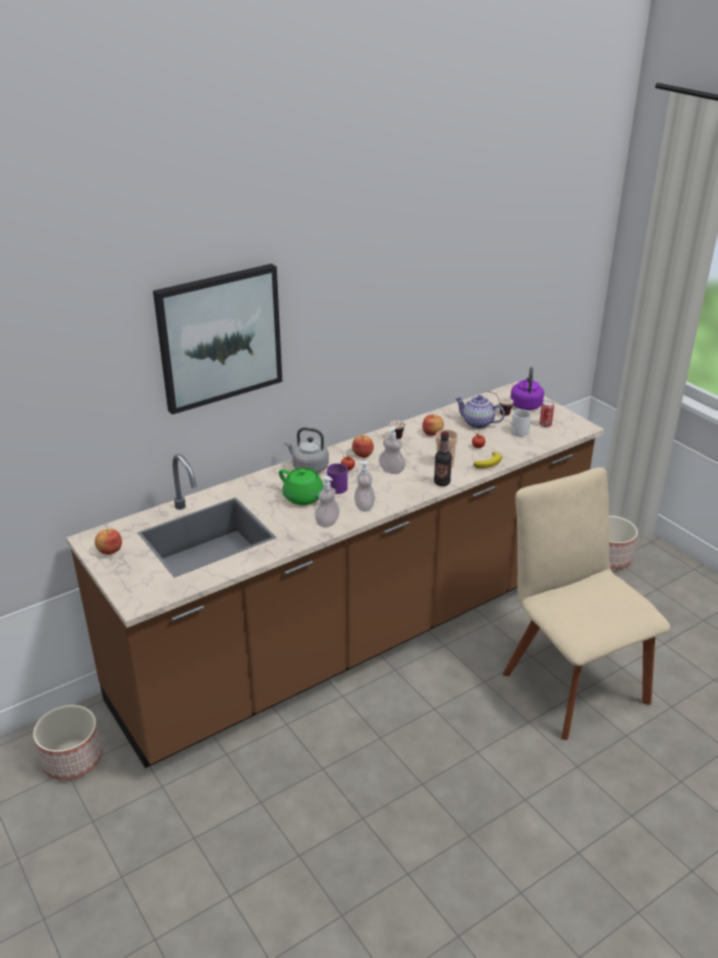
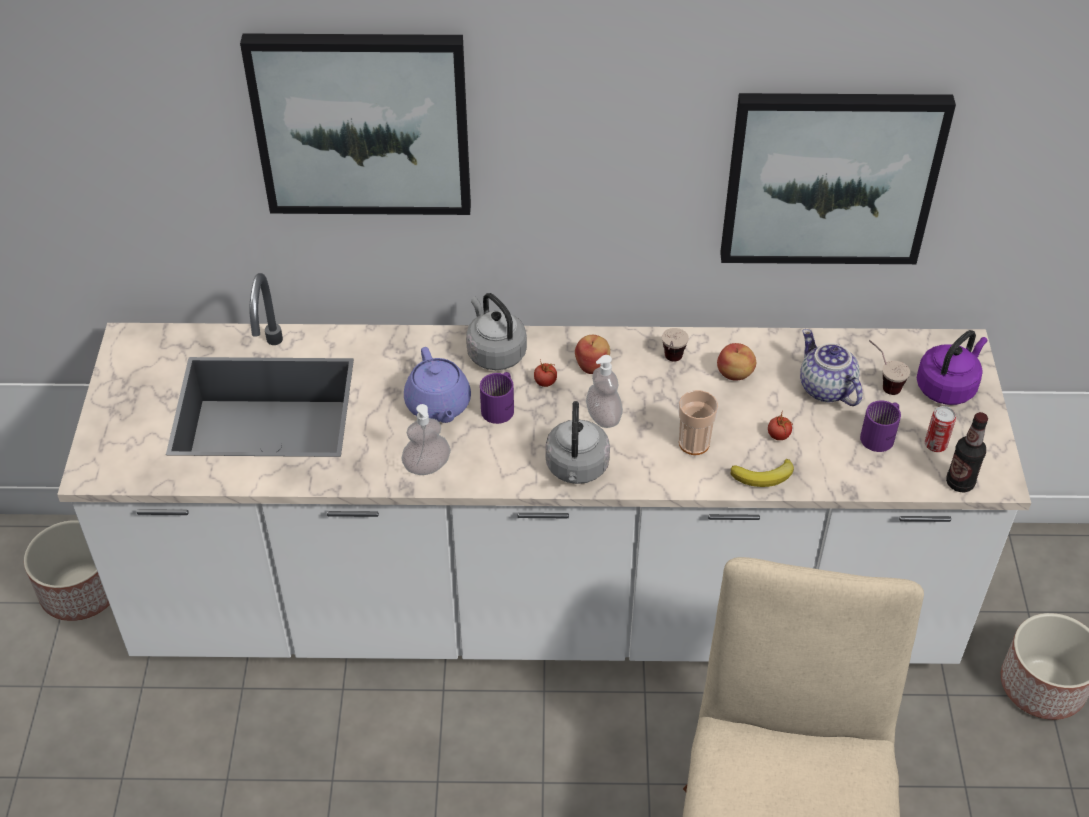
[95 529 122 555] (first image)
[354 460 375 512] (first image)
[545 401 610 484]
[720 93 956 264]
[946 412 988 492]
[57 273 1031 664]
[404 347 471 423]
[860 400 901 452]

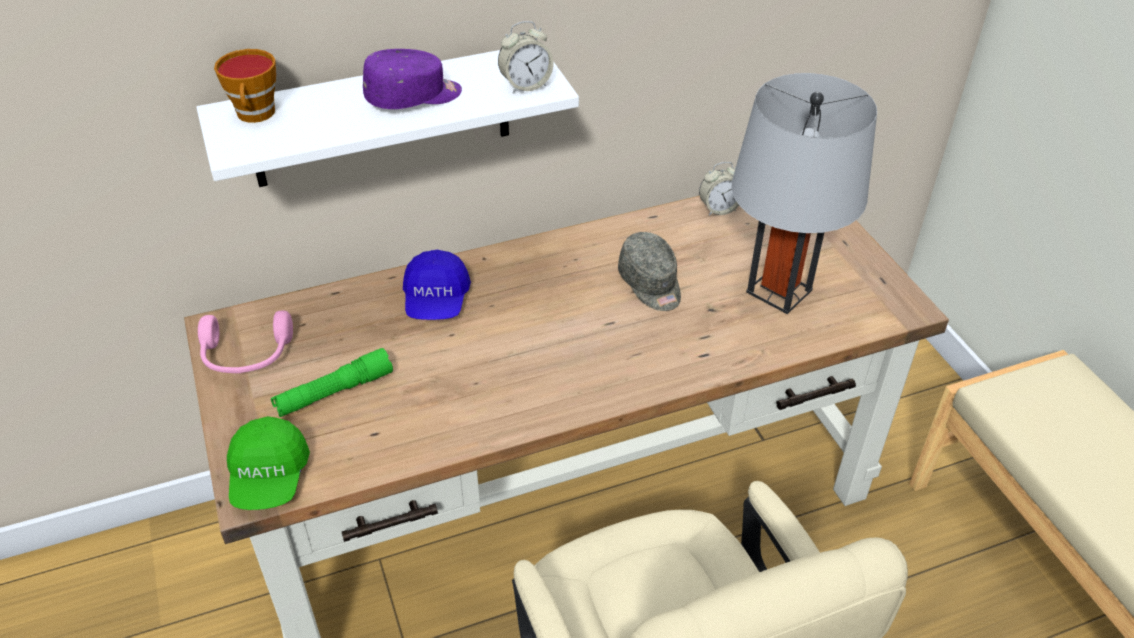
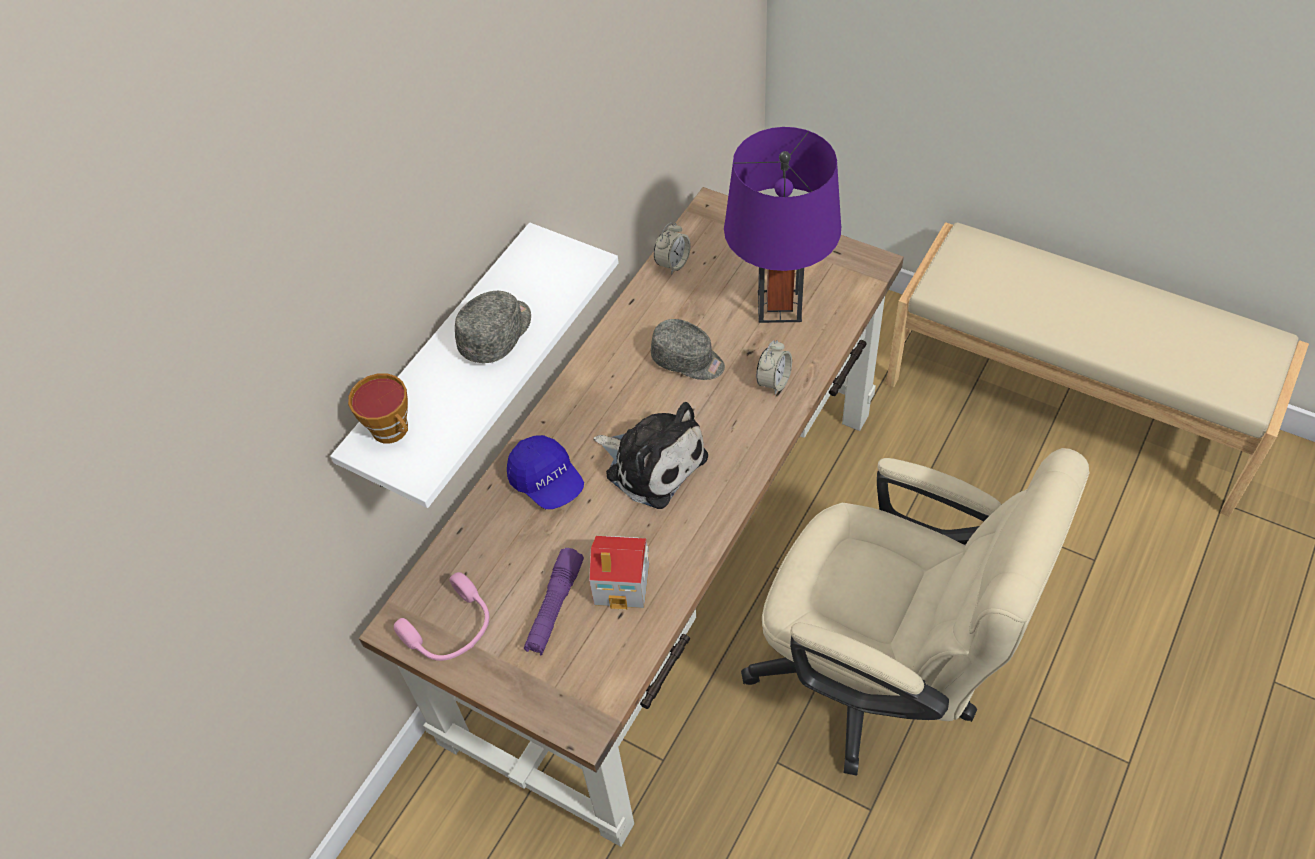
[227 416 310 510] (first image)
[589 536 649 610]
[593 402 708 509]
[756 340 792 394]
[524 548 584 655]
[455 291 531 363]
[724 127 841 323]

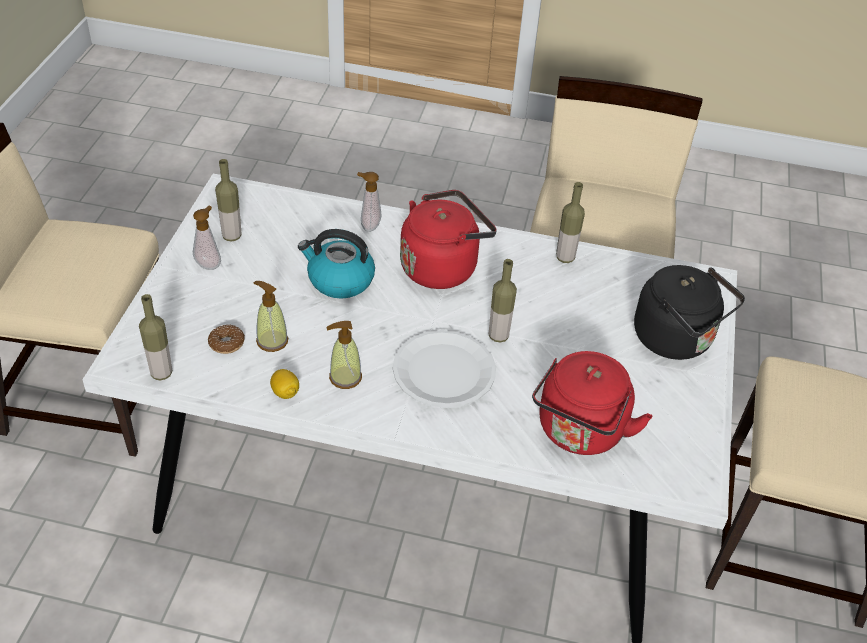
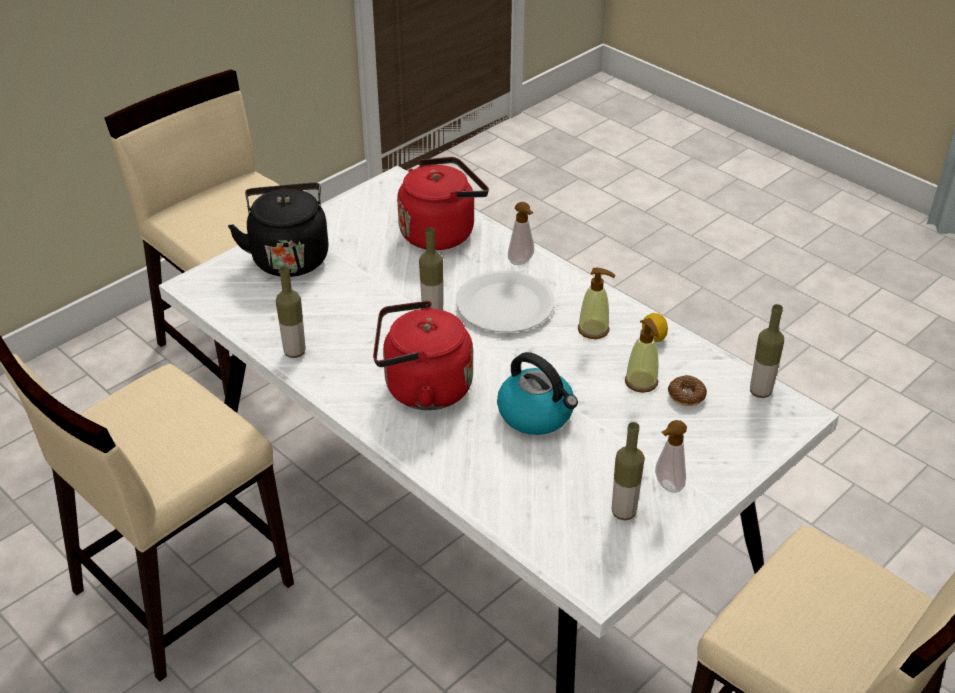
[508 202 534 265]

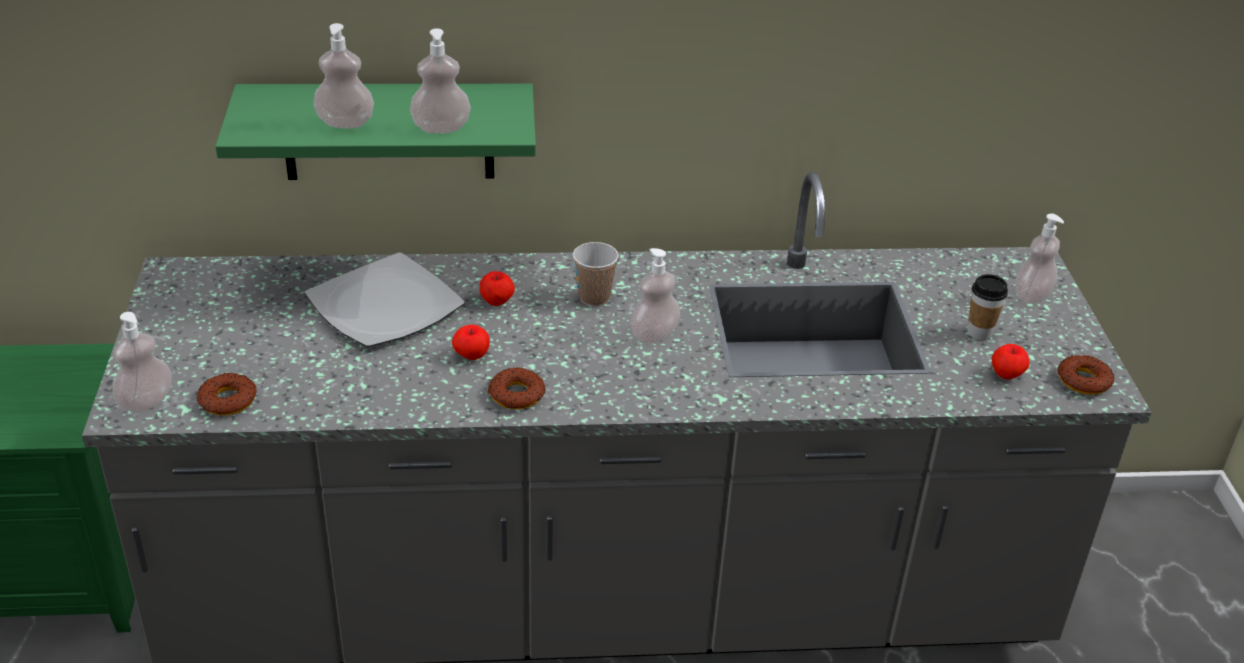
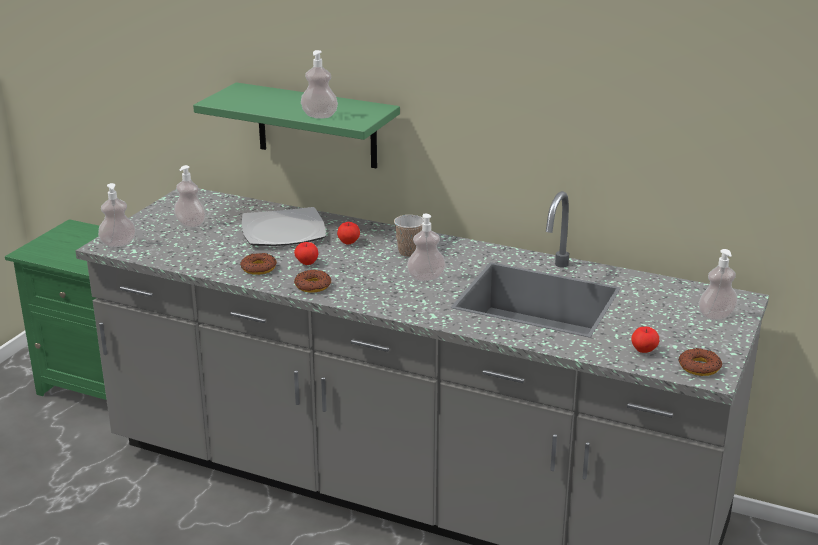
[967 274 1008 340] (first image)
[240 253 277 275]
[174 165 205 227]

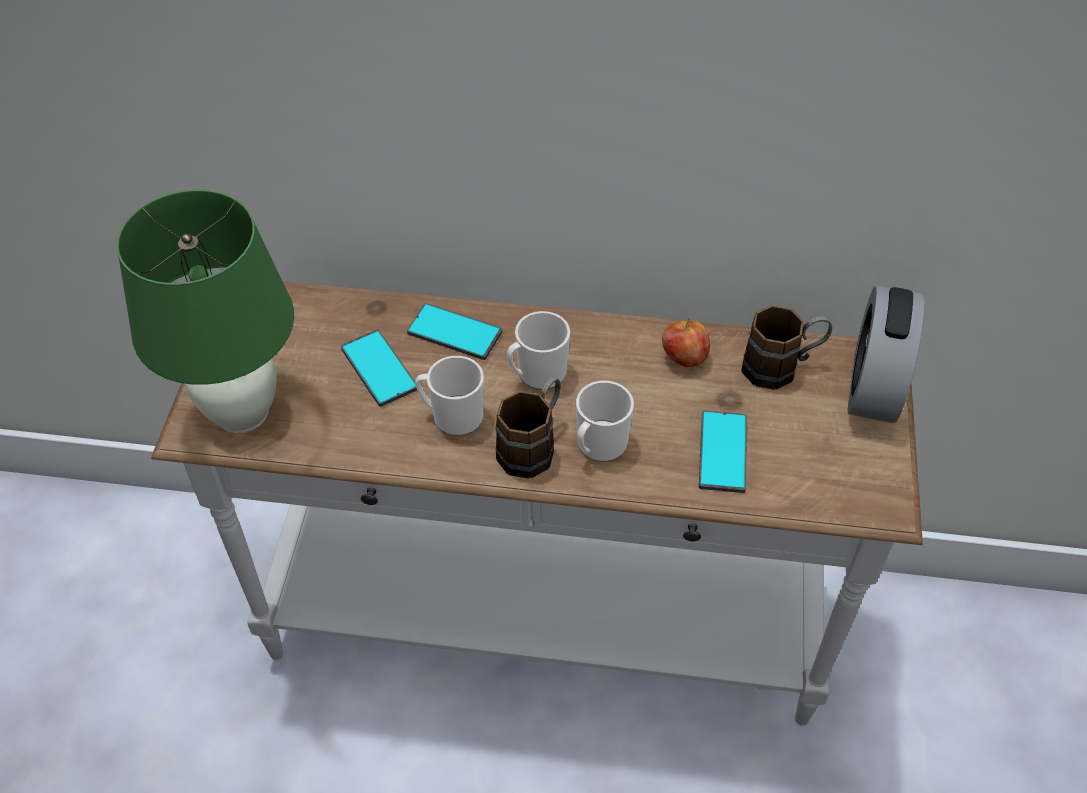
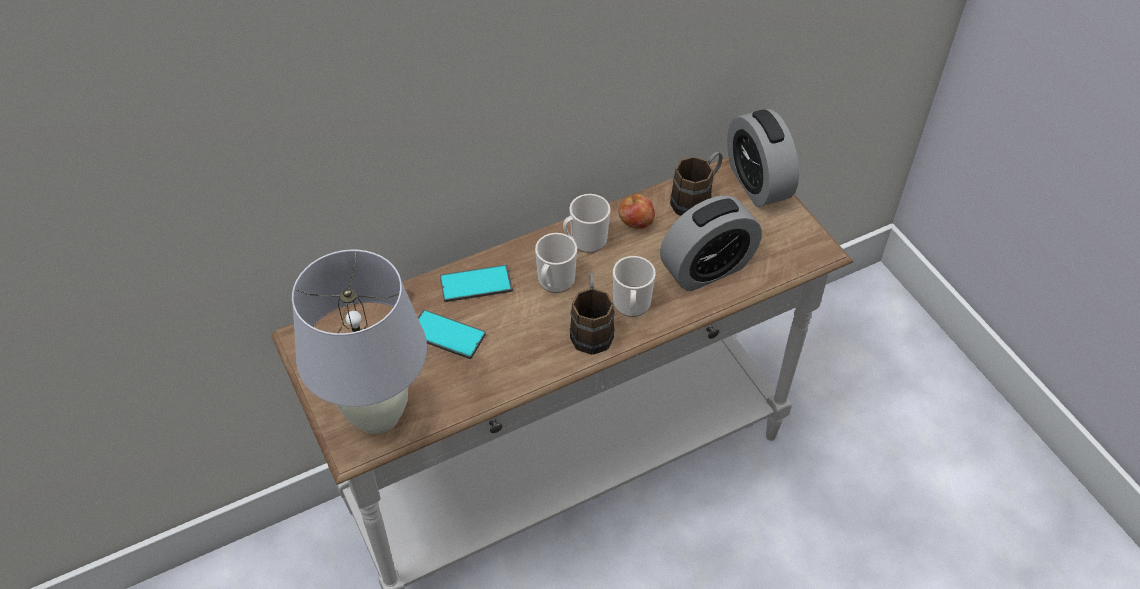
[563 194 610 253]
[660 195 762 291]
[292 250 427 434]

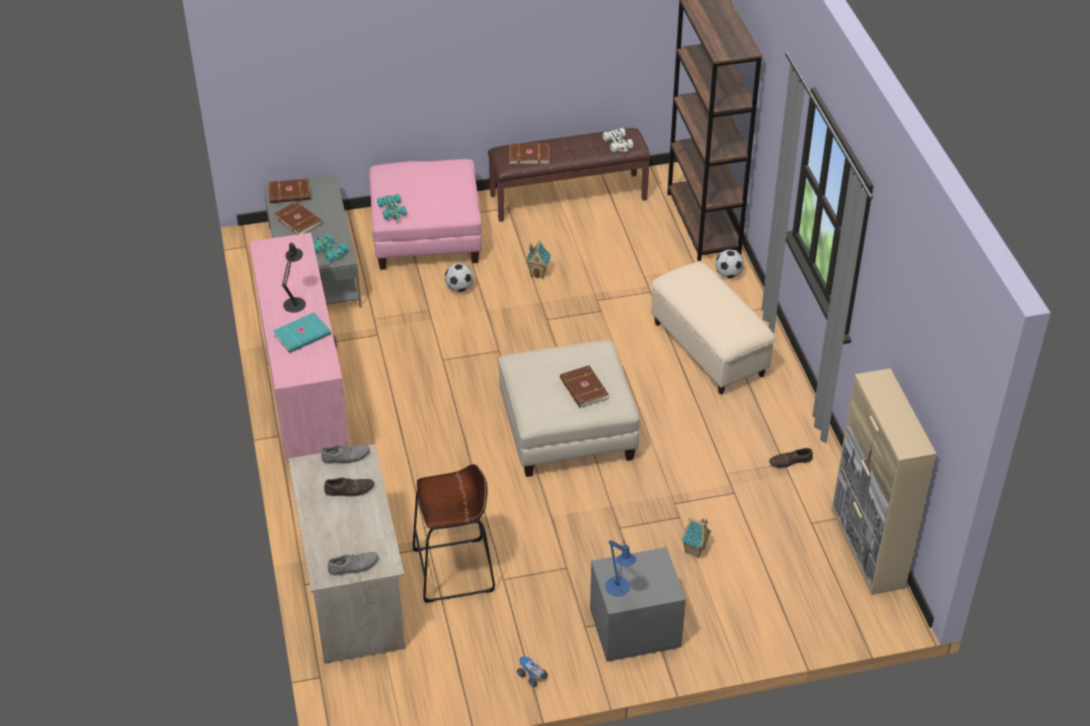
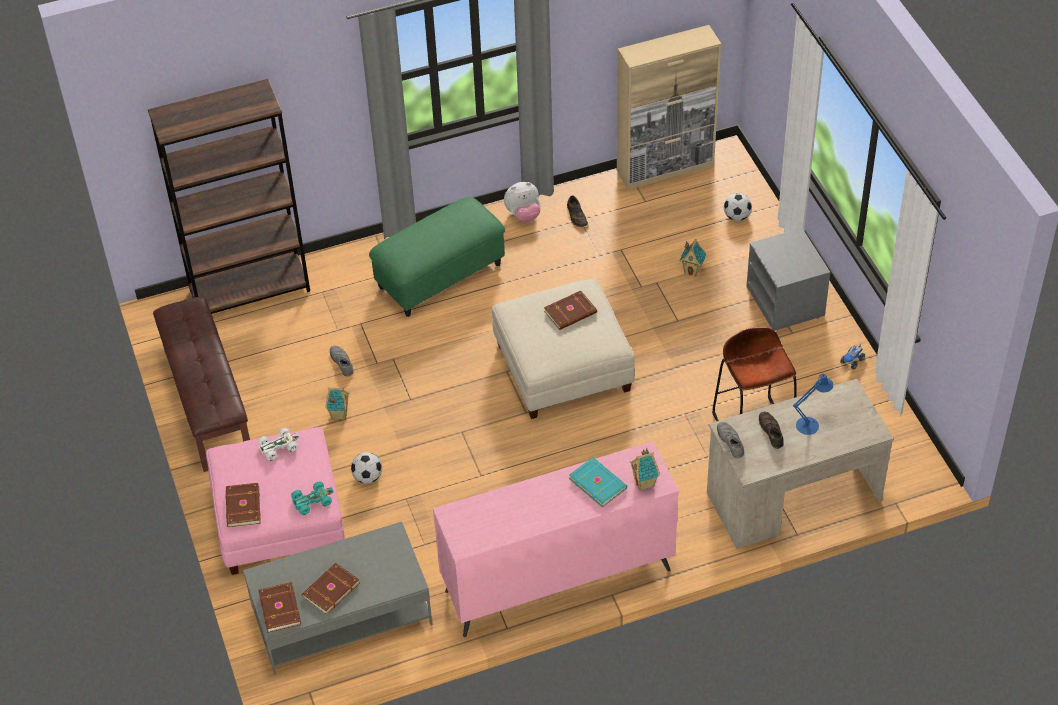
[282 243 306 313] (first image)
[313 234 348 262] (first image)
[504 182 541 222]
[630 448 660 491]
[330 346 354 377]
[226 483 261 527]
[258 428 300 460]
[793 374 833 435]
[724 193 752 221]
[369 197 505 317]

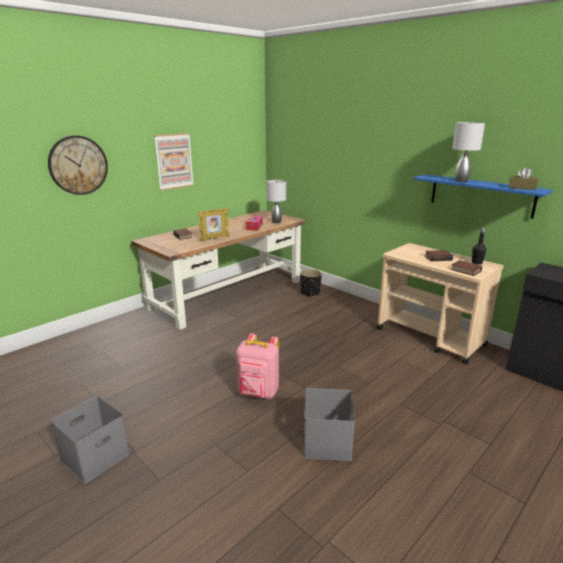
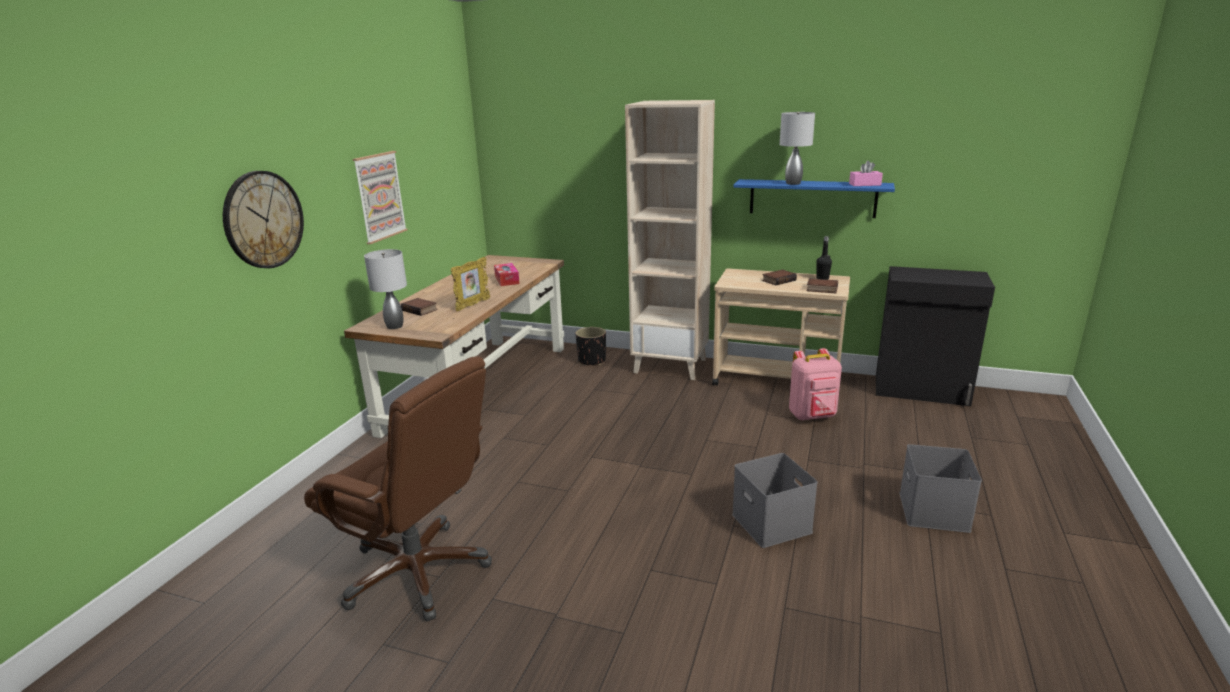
[304 356 492 621]
[625 100 715 380]
[899 444 982 533]
[789 348 842 420]
[364 249 407 329]
[849 161 883 186]

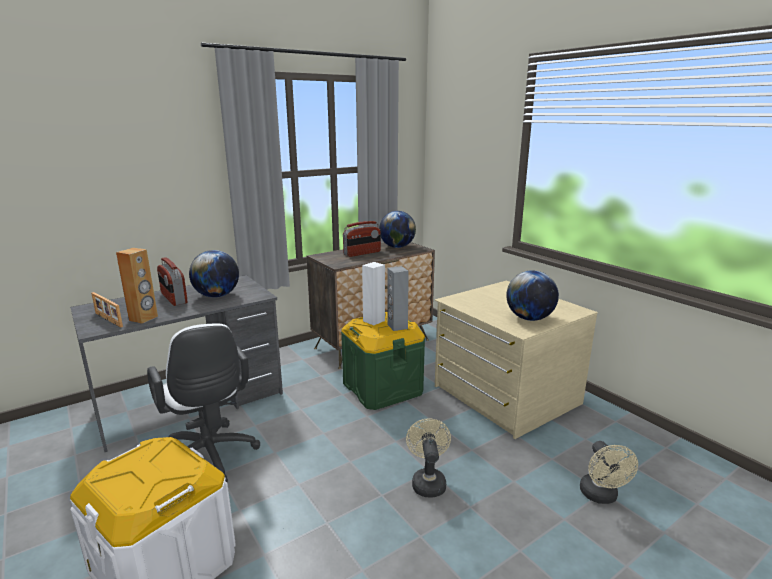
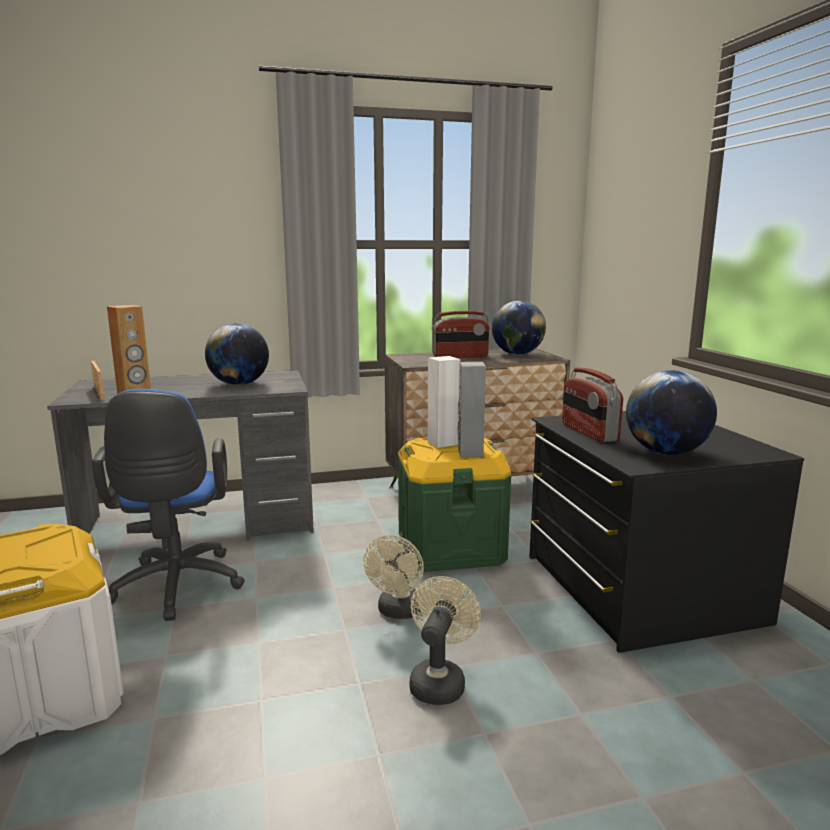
[562 367 623 442]
[363 535 424 619]
[92 389 245 621]
[529 411 804 653]

